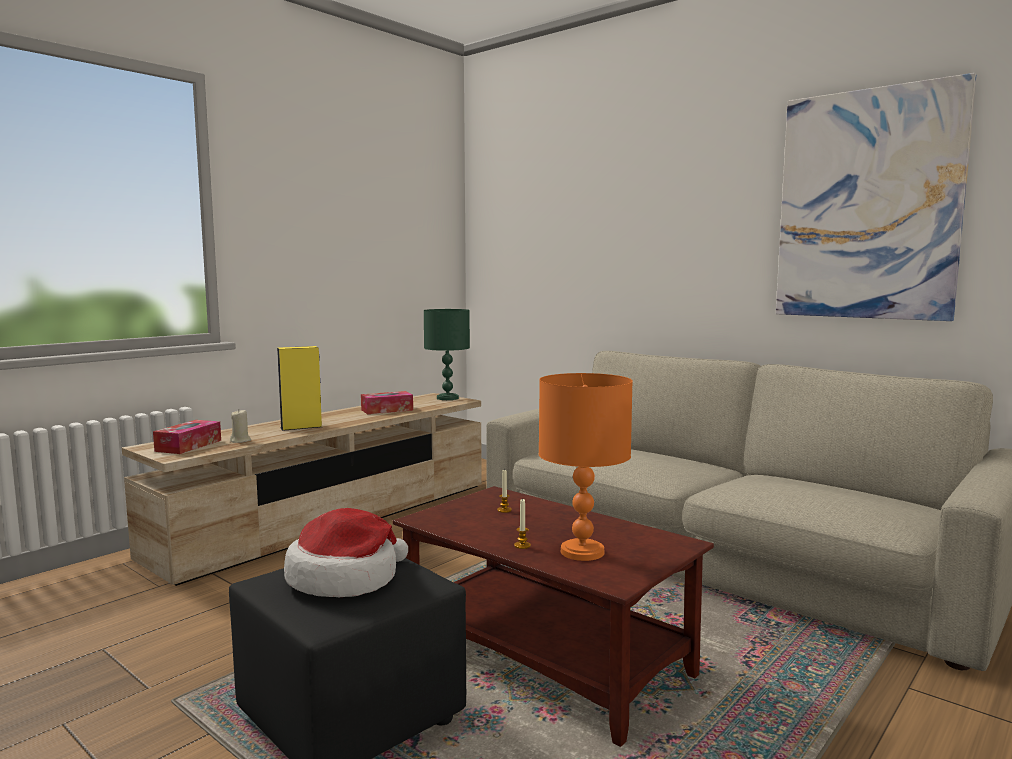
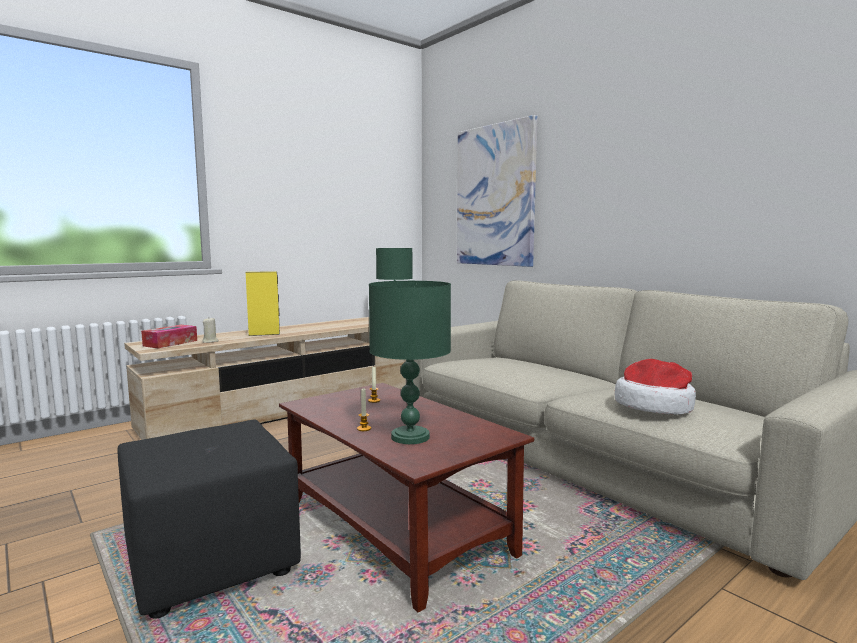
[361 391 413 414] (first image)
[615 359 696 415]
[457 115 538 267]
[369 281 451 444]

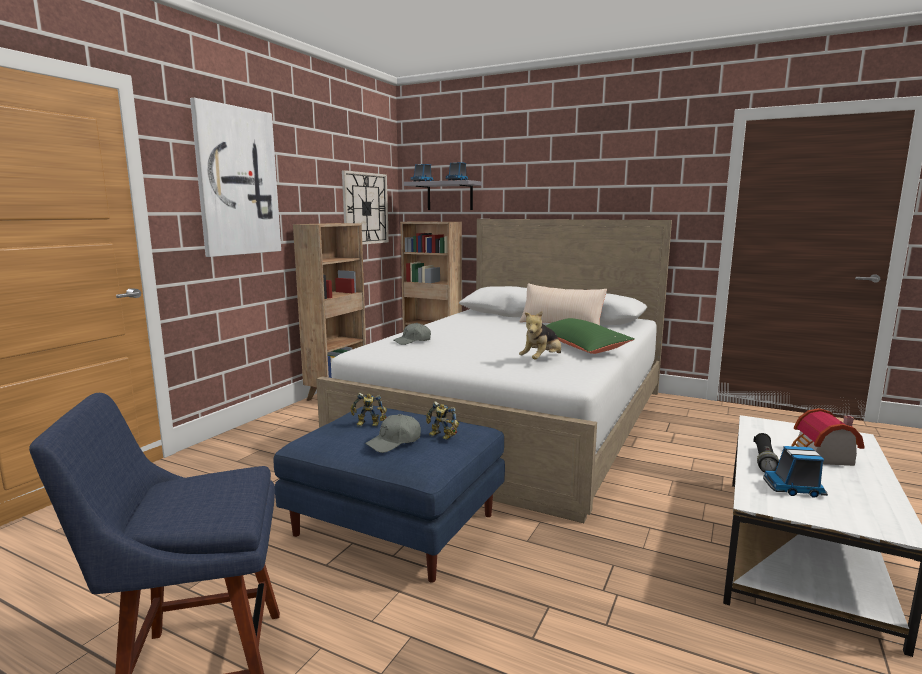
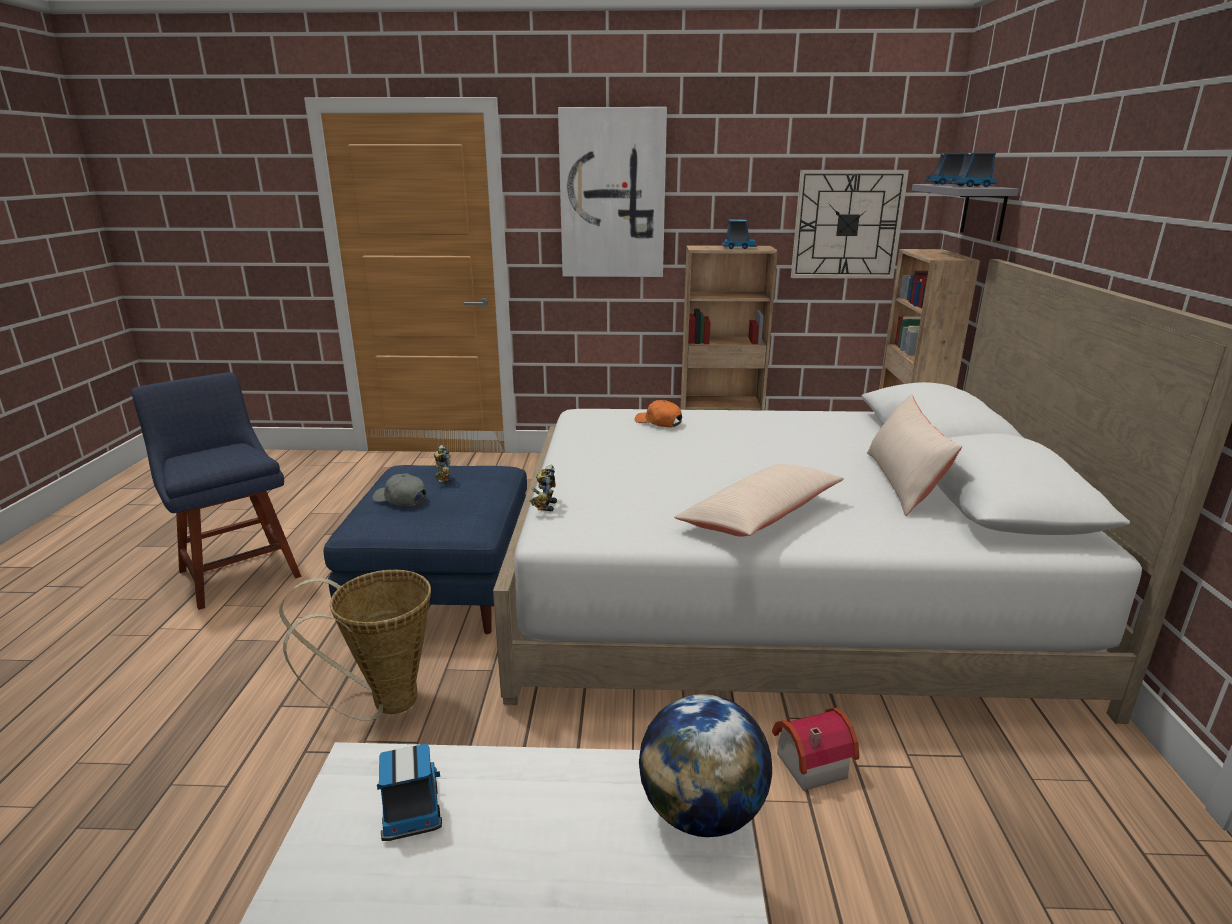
[519 311 561 359] (first image)
[753 433 779 473] (first image)
[279 570 431 721]
[639 694 772 837]
[722 219 757 249]
[530 465 557 511]
[772 707 859 791]
[634 400 682 428]
[674 464 844 537]

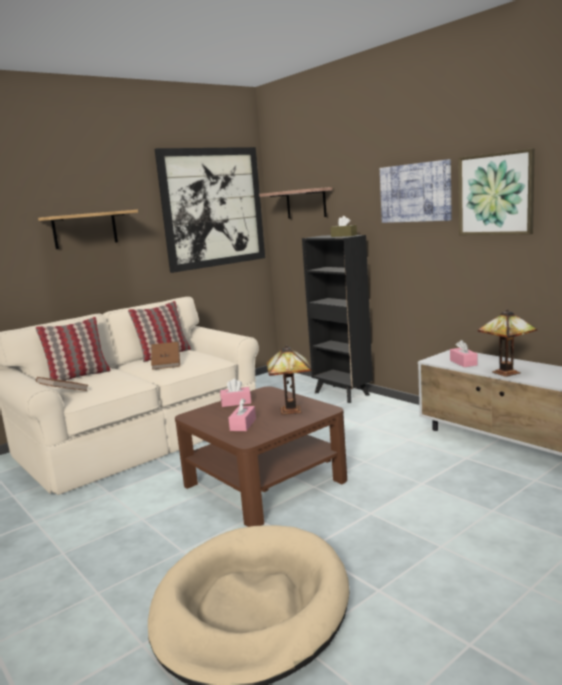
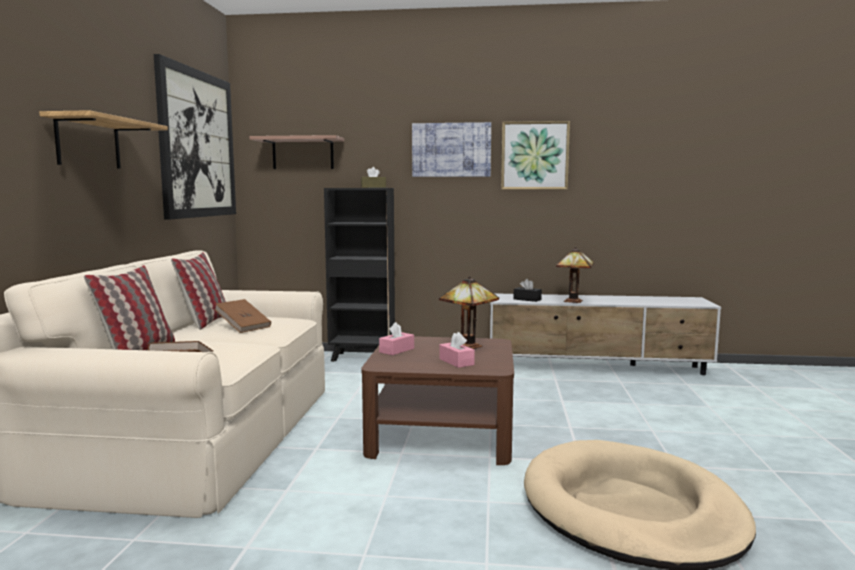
[513 279 542 302]

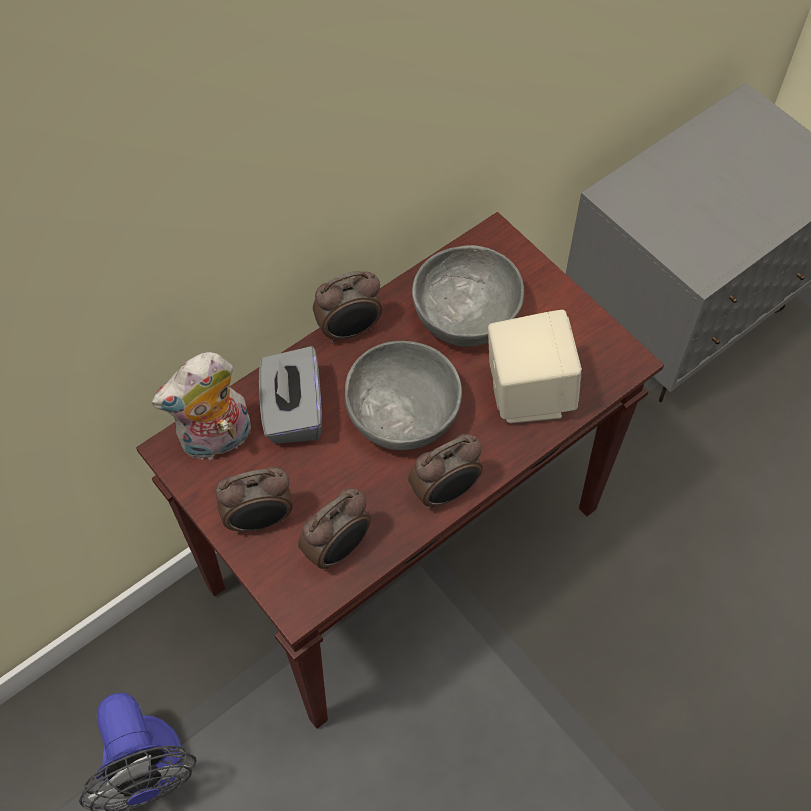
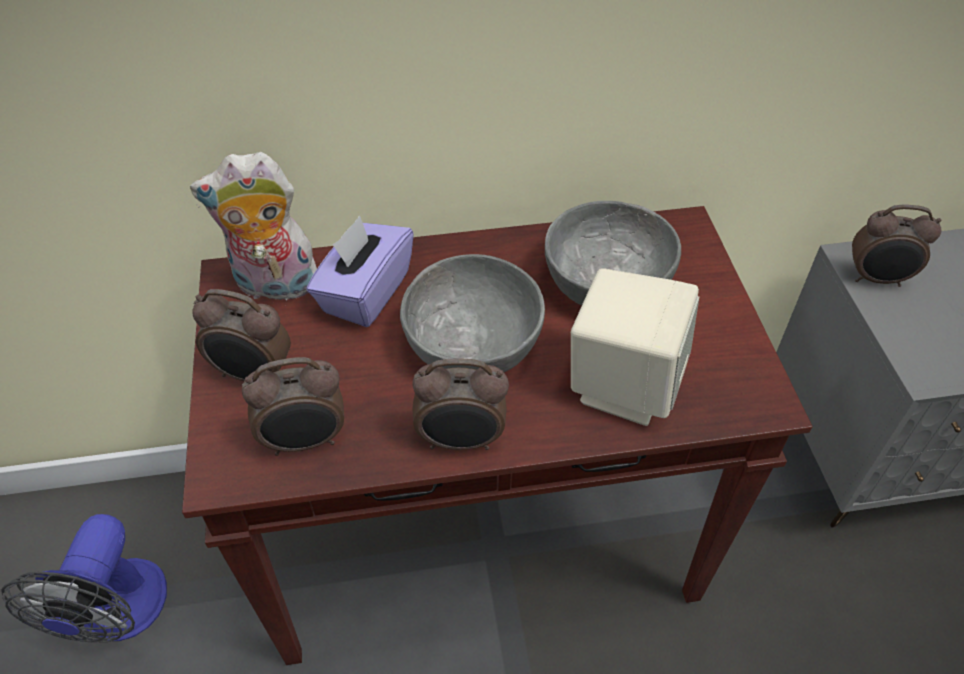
[852 204 941 287]
[307 216 414 327]

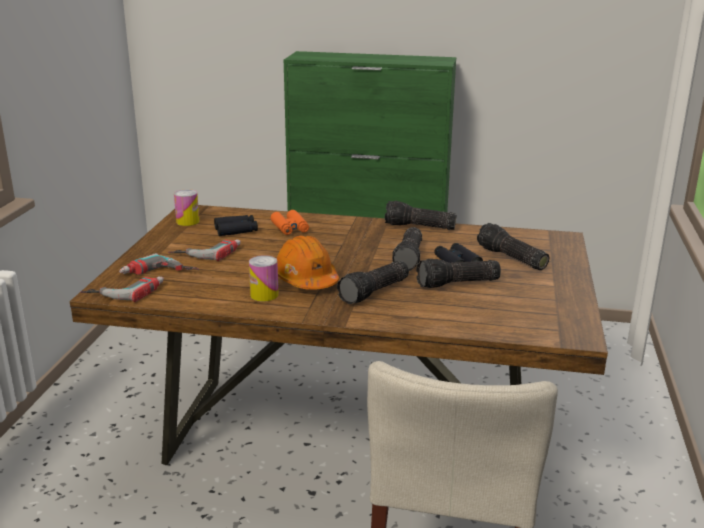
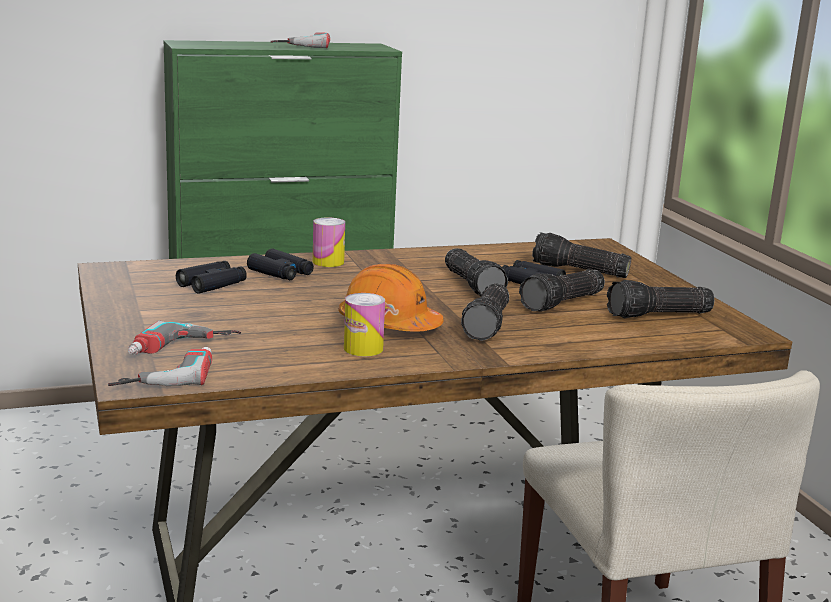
[270 32 330 48]
[313 217 345 267]
[607 280 714 318]
[247 249 314 280]

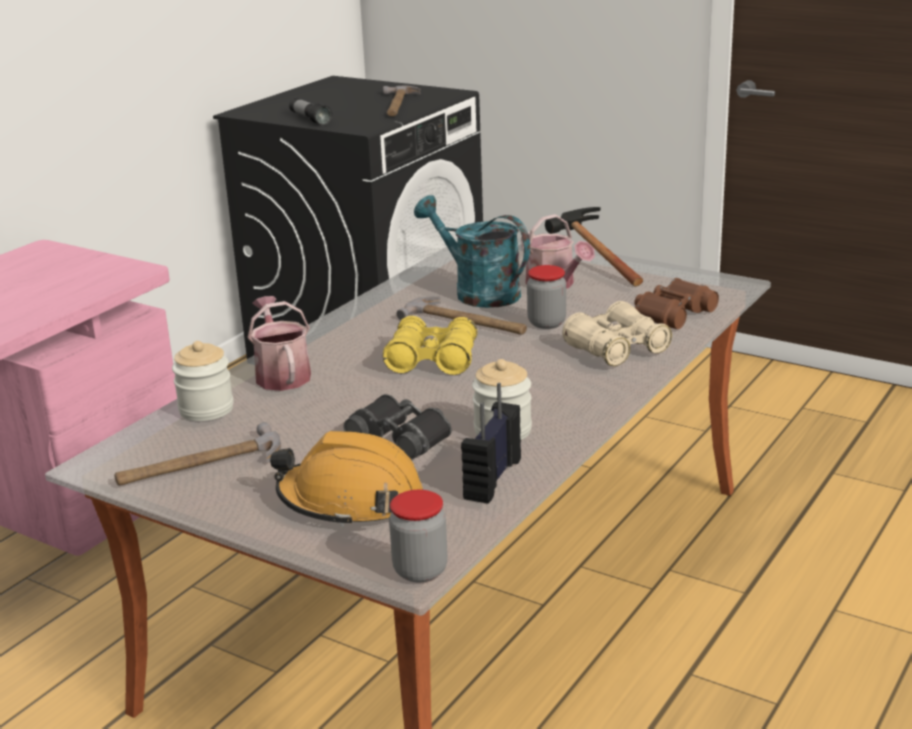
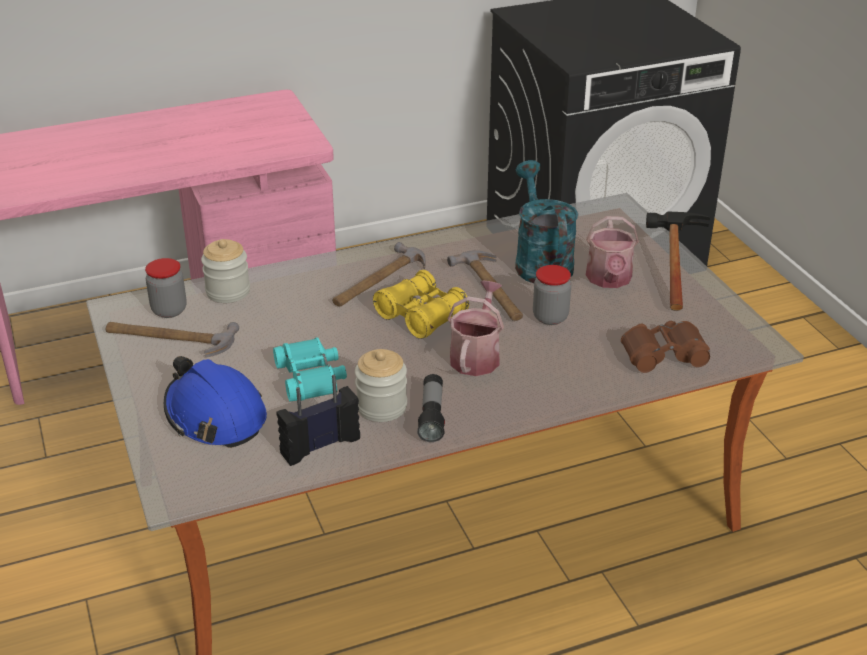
[562 301 672 366] (first image)
[447 280 504 376]
[417 374 445 442]
[332 242 425 307]
[145 258 187 318]
[164 356 267 448]
[273 337 347 401]

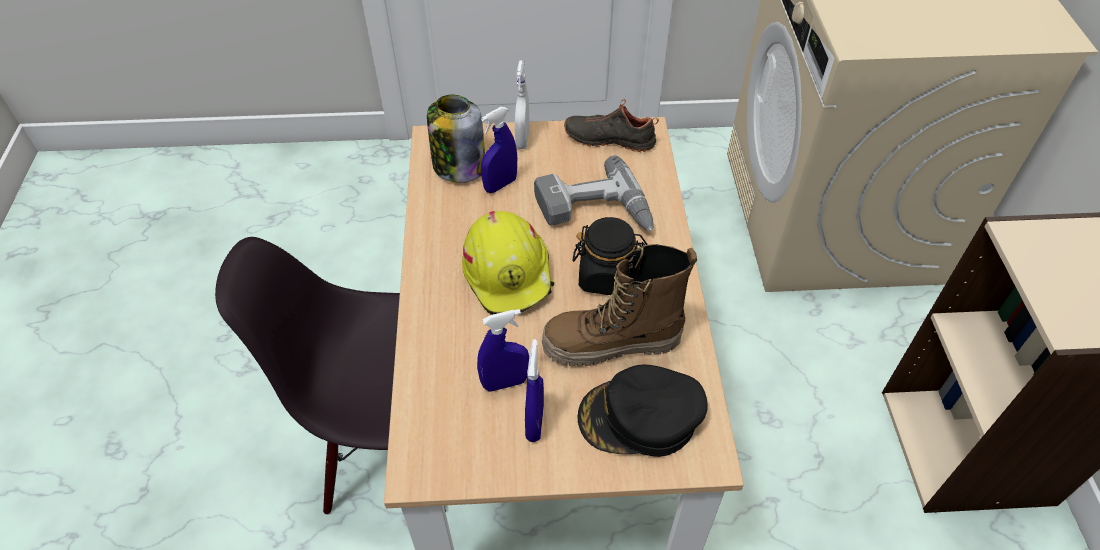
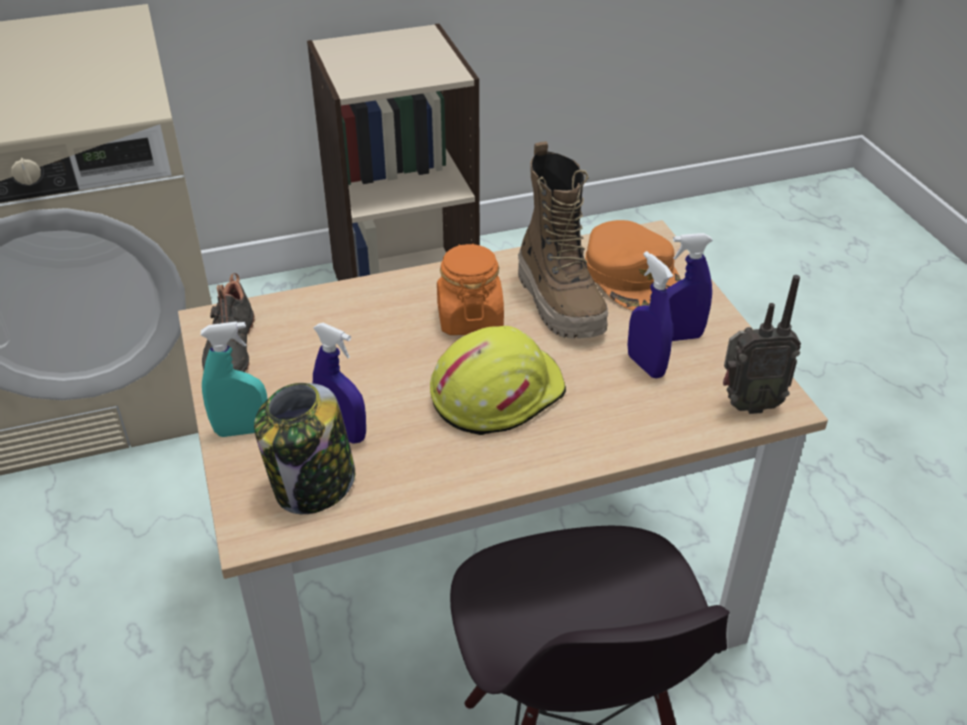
[534 155 653 231] (first image)
[723 275 801 414]
[201 321 268 437]
[437 243 504 335]
[585 220 681 310]

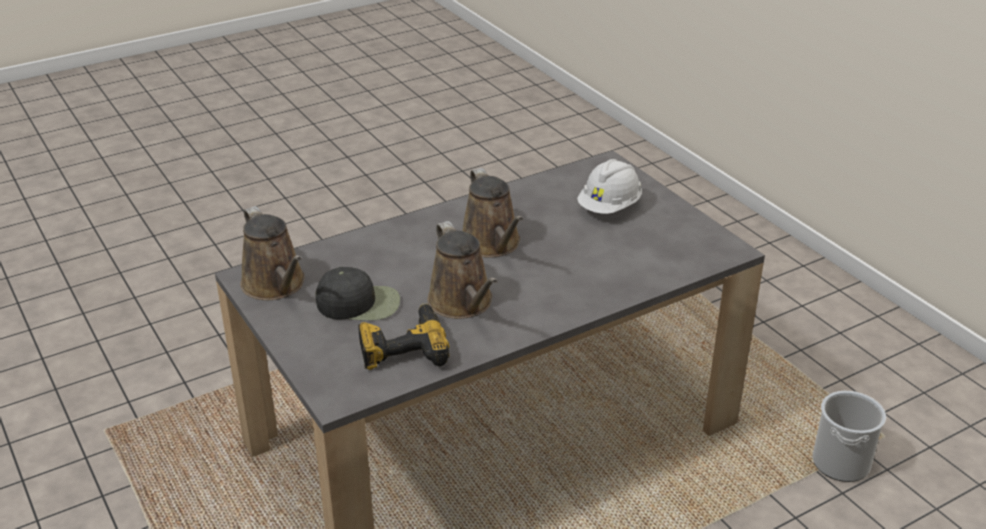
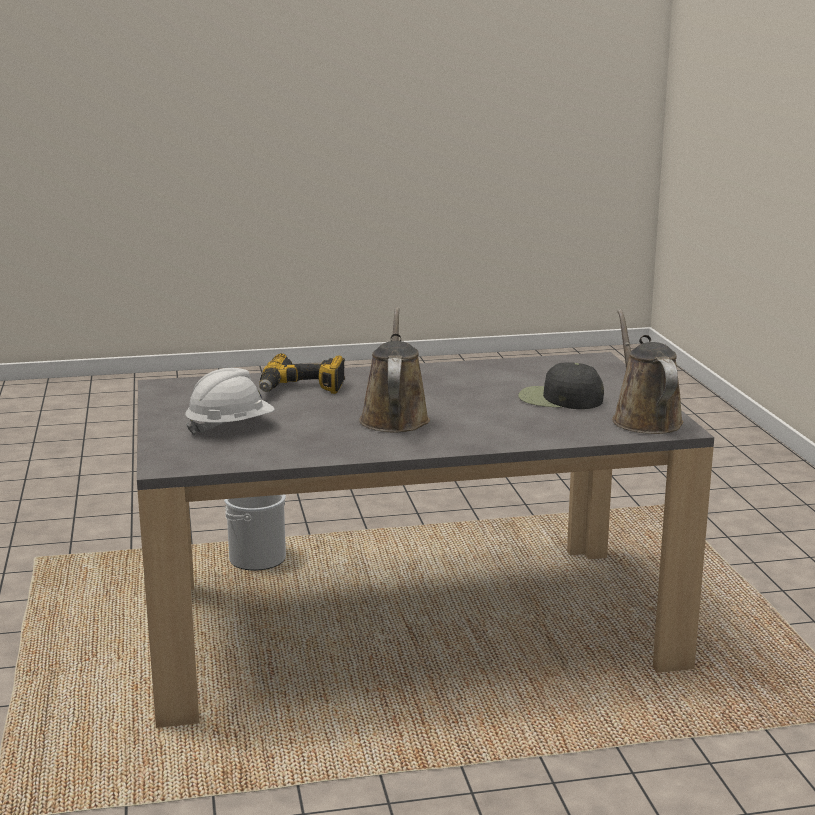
[427 221 497 319] (first image)
[259 353 345 394]
[224 494 286 571]

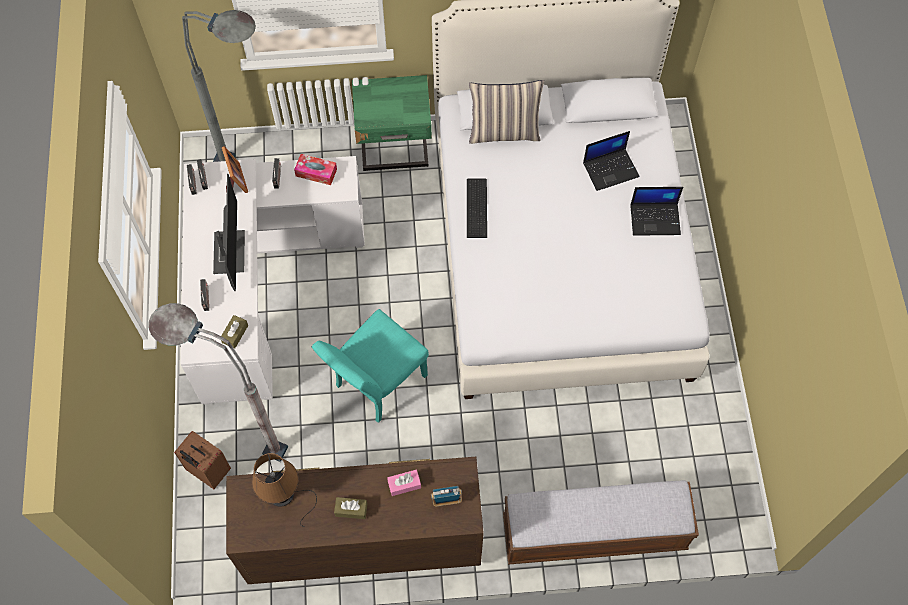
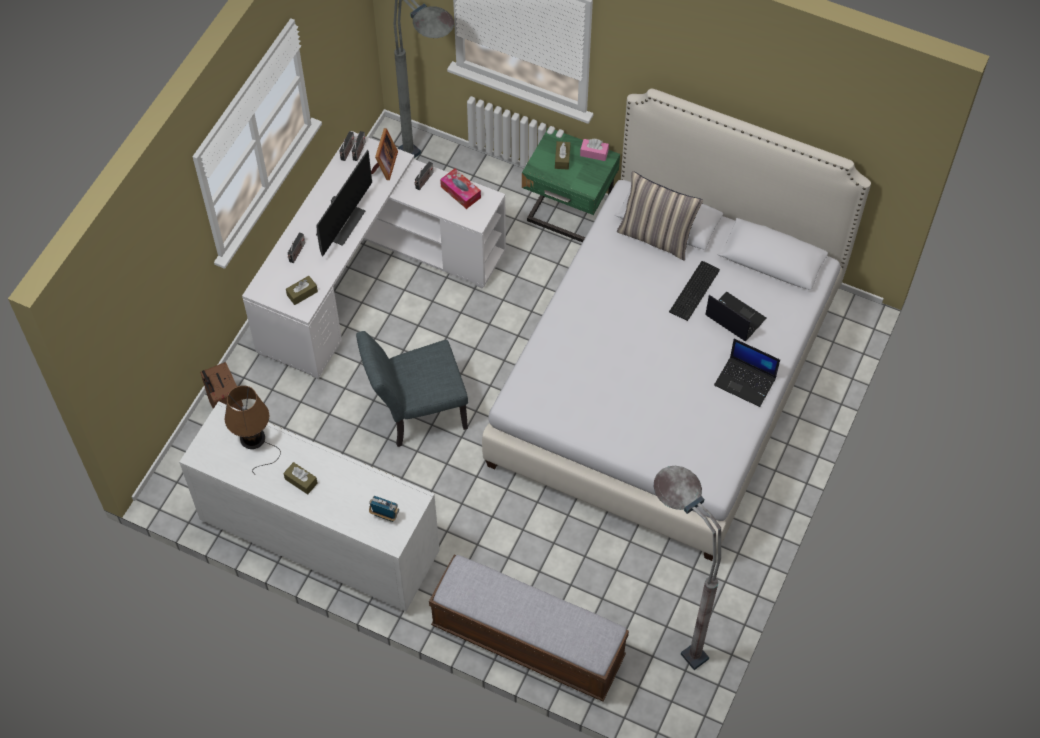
[555 141 571 170]
[654 466 721 670]
[580 139 609 161]
[669 261 720 321]
[179 401 440 612]
[356 331 468 447]
[705 291 766 341]

